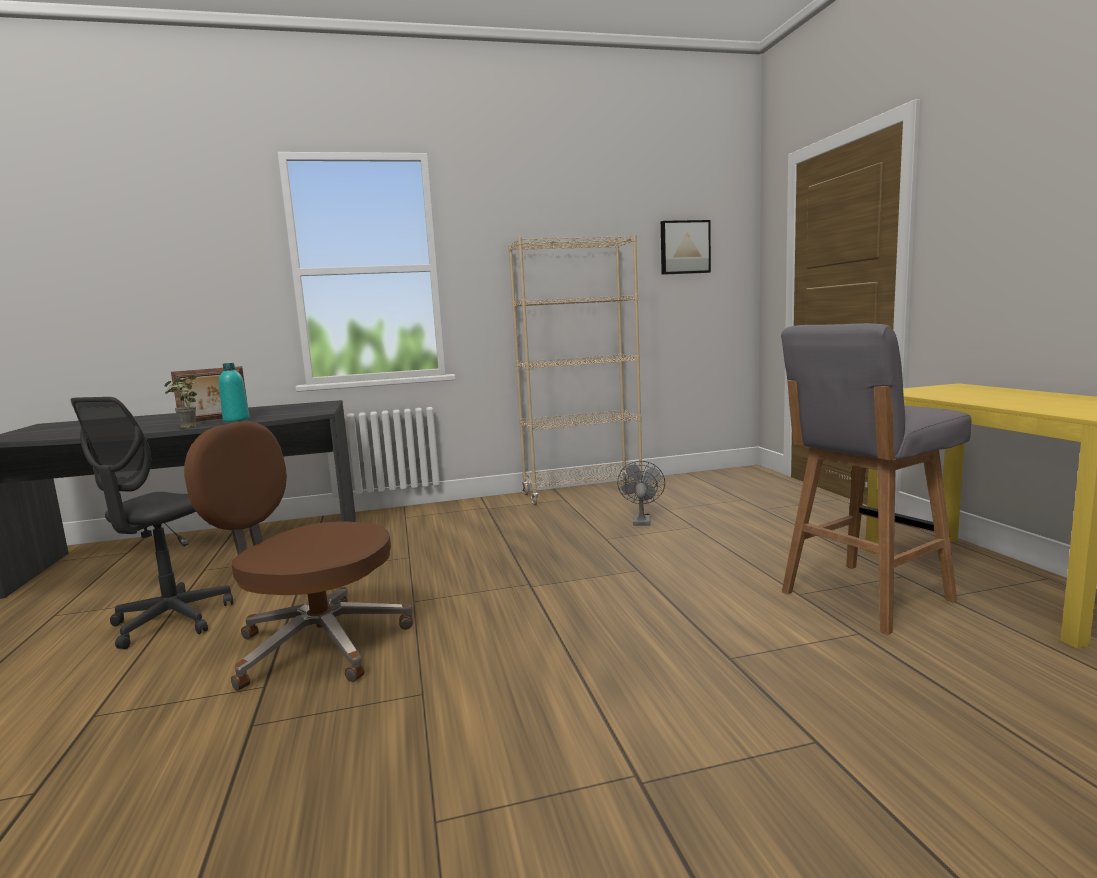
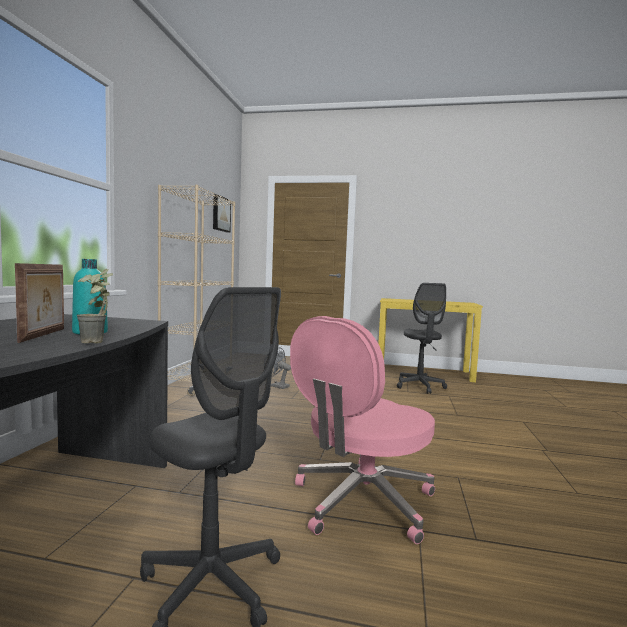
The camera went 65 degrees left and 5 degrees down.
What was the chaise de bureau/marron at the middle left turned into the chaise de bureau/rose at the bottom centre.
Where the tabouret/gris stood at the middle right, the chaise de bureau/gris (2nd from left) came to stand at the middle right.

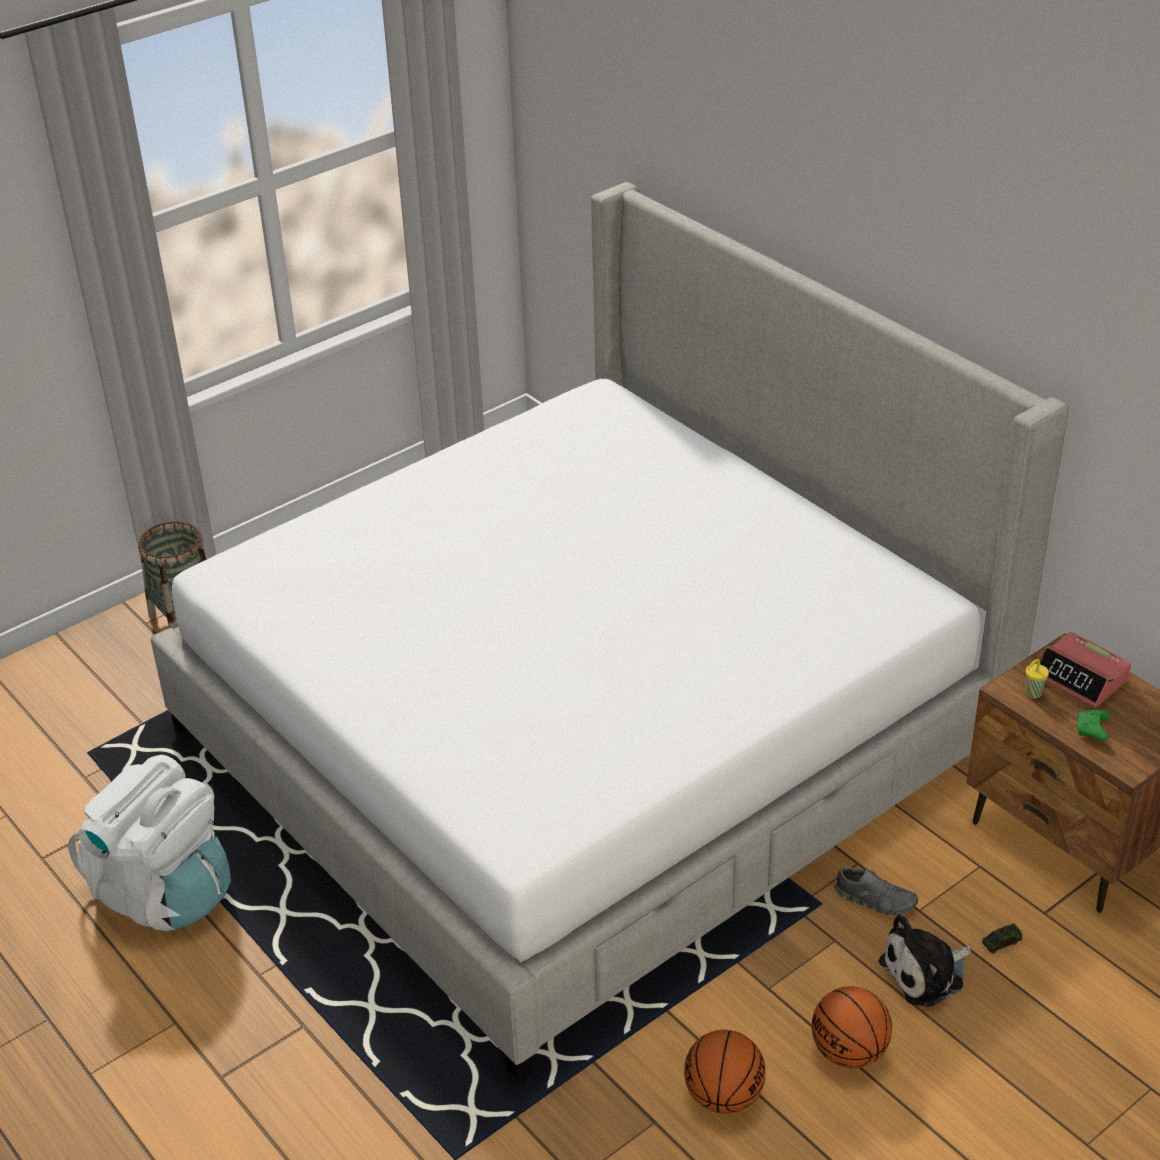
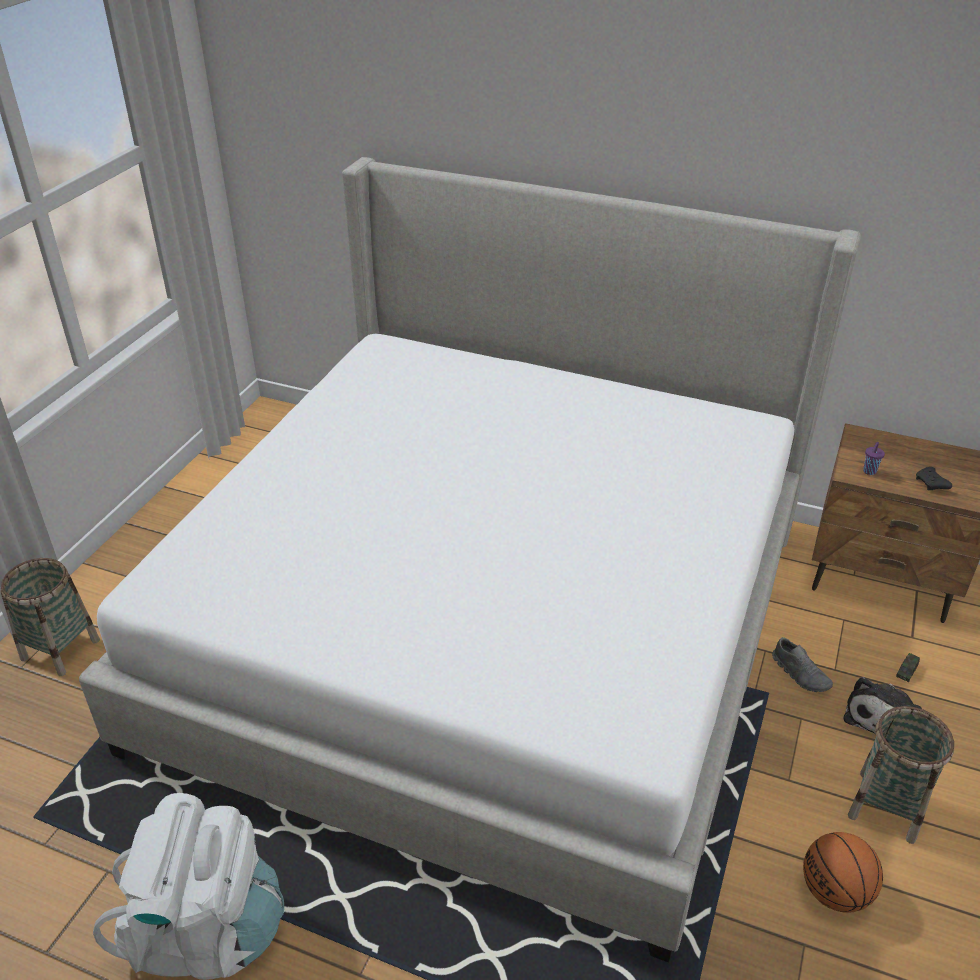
The camera went 30 degrees left and 0 degrees up.
The chaussure/gris at the bottom right ended up facing another way, 60 degrees clockwise from before.
Where the ballon de basket (2nd from left) stood at the bottom right, the panier (2nd from left) came to stand at the bottom right.
What was the tasse/jaune at the middle right turned into the tasse/violet at the middle right.
What was the manette/vert at the middle right turned into the manette/noir at the middle right.
The second view lost the réveil at the middle right.

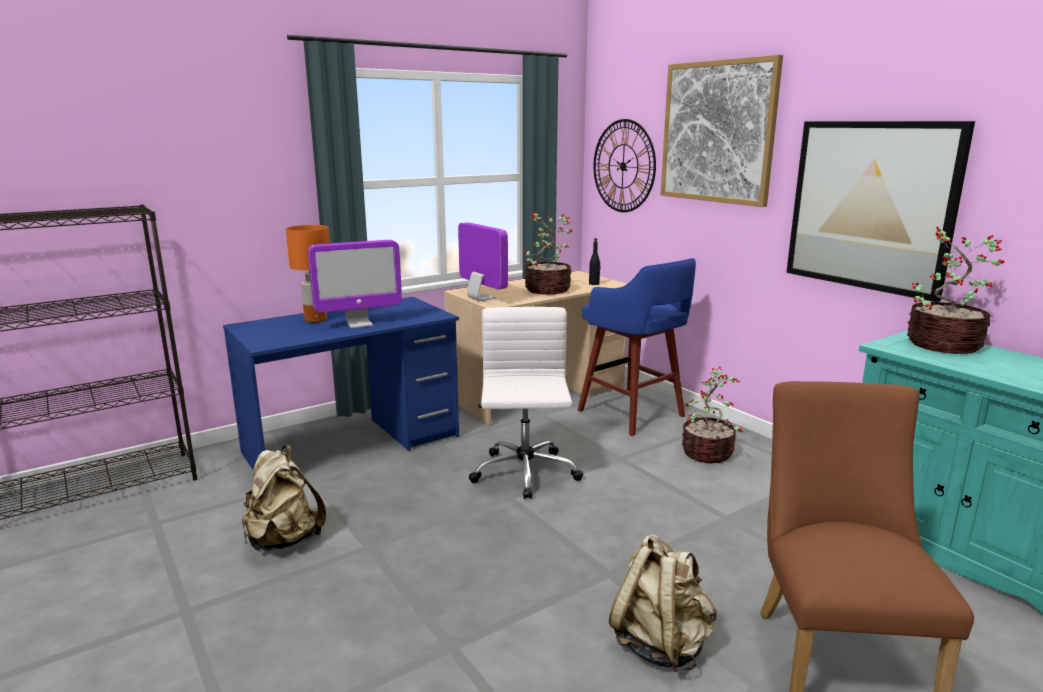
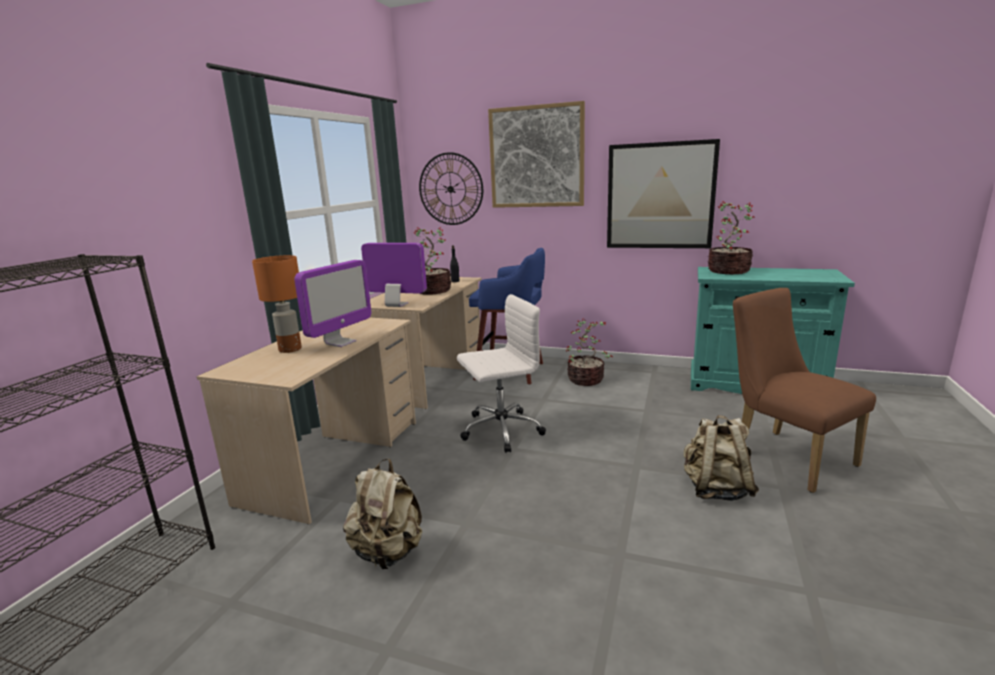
The camera went 35 degrees left and 0 degrees up.
What was the bureau/bleu at the middle left turned into the bureau/beige (1st from left) at the middle left.
The chaise de bureau/blanc at the centre ended up facing another way, 105 degrees clockwise from before.

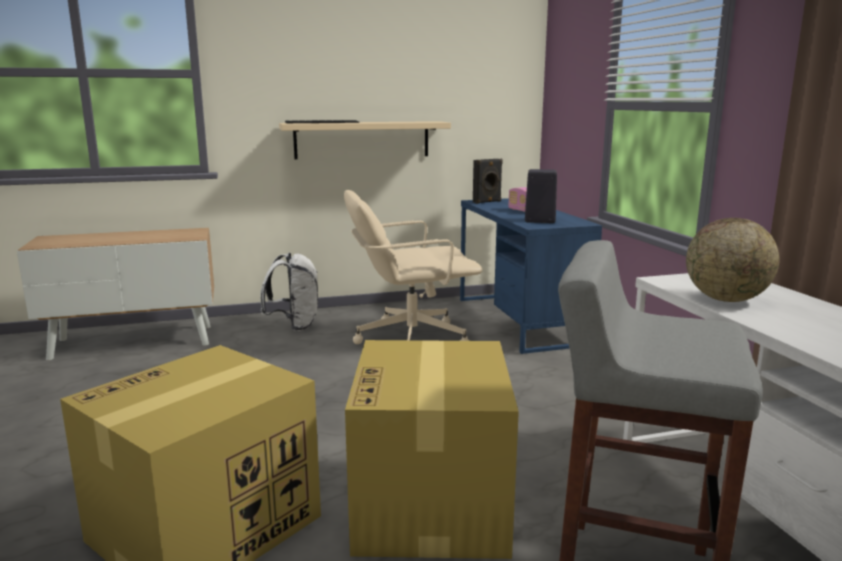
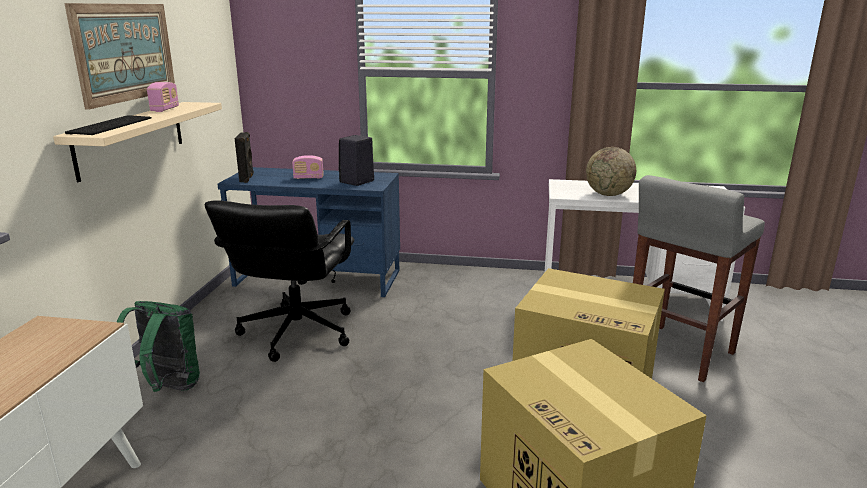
The camera went 65 degrees left and 5 degrees up.
The second view gained the tableau at the top left.
What was the sac à dos/blanc at the centre turned into the sac à dos/vert at the bottom left.
The second view gained the radio (1st from left) at the top left.
What was the chaise de bureau/beige at the centre turned into the chaise de bureau/noir at the middle left.

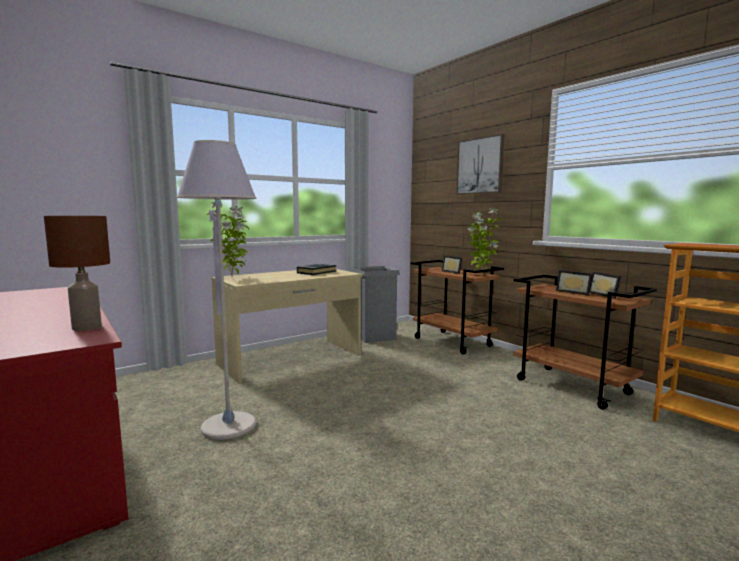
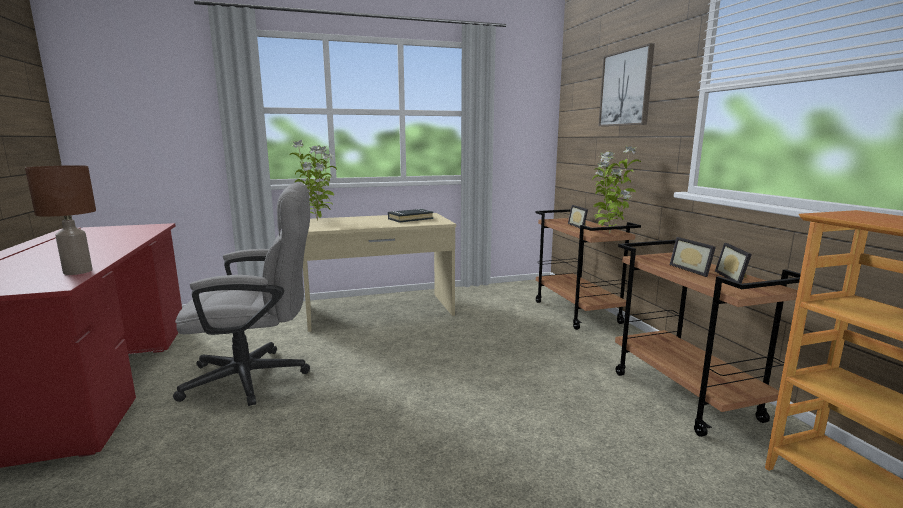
The camera went 20 degrees right and 5 degrees up.
Where the lampadaire/gris stood at the middle left, the chaise de bureau/gris came to stand at the middle left.
The second view lost the poubelle/gris at the centre.

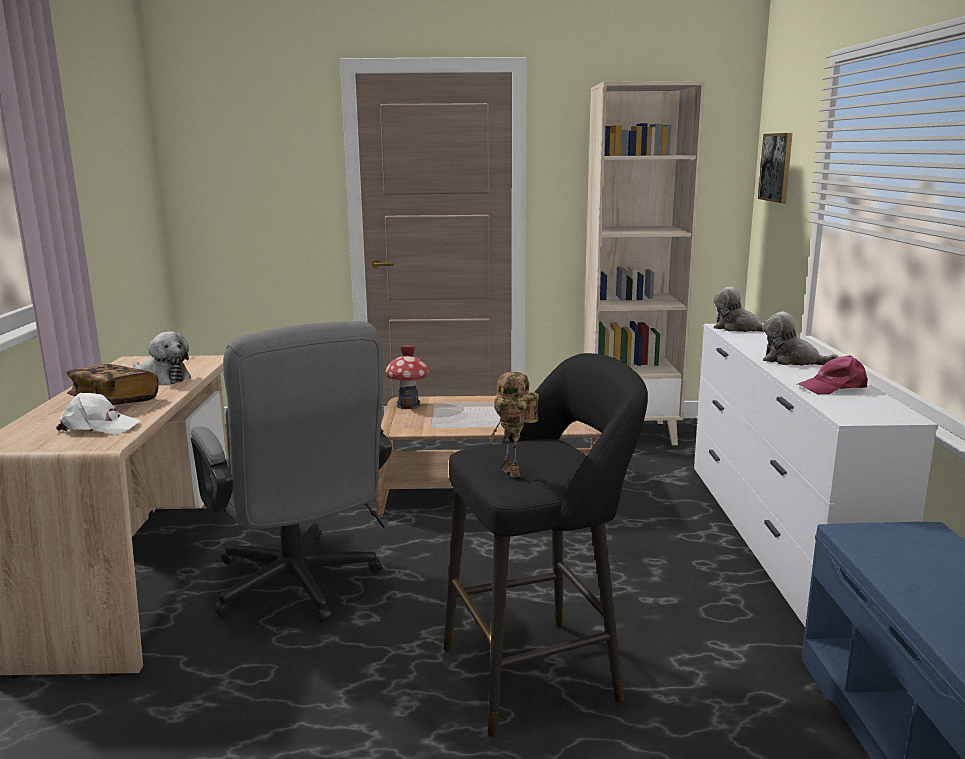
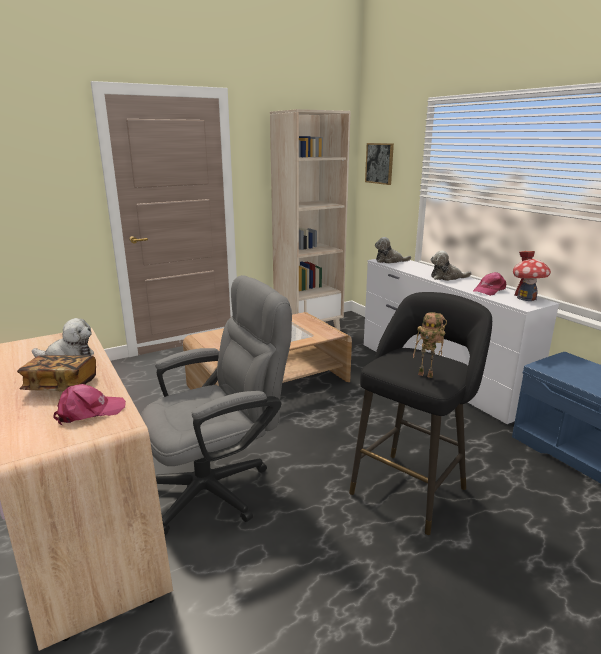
The camera went 30 degrees left and 5 degrees up.
What was the casquette/blanc at the middle left turned into the casquette/rose (1st from left) at the middle left.
The chaise de bureau/gris at the middle left ended up facing another way, 60 degrees counterclockwise from before.
The maison miniature ended up elsewhere, having gone from the centre to the middle right.

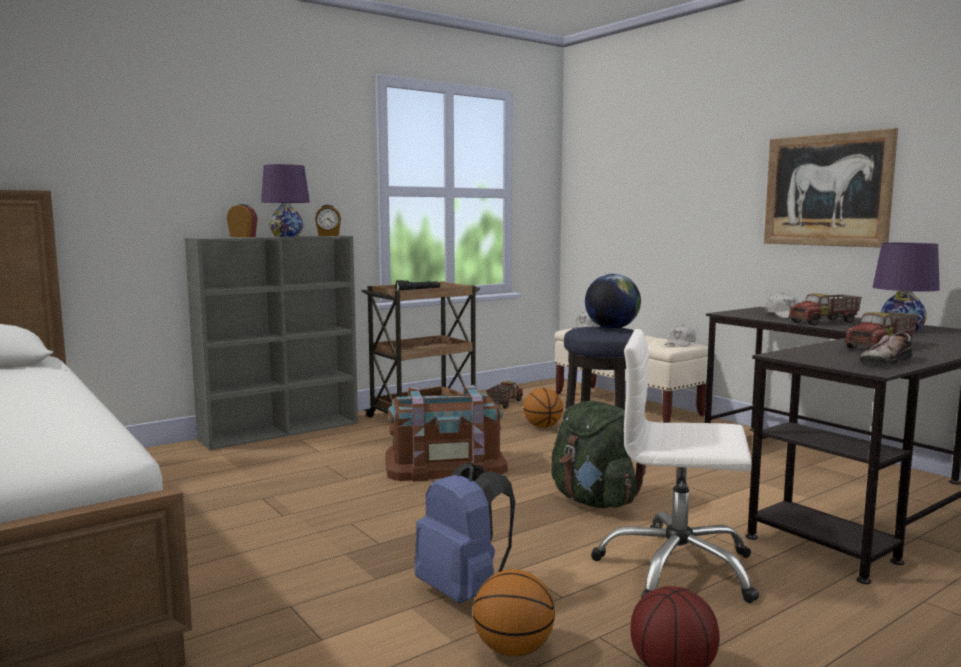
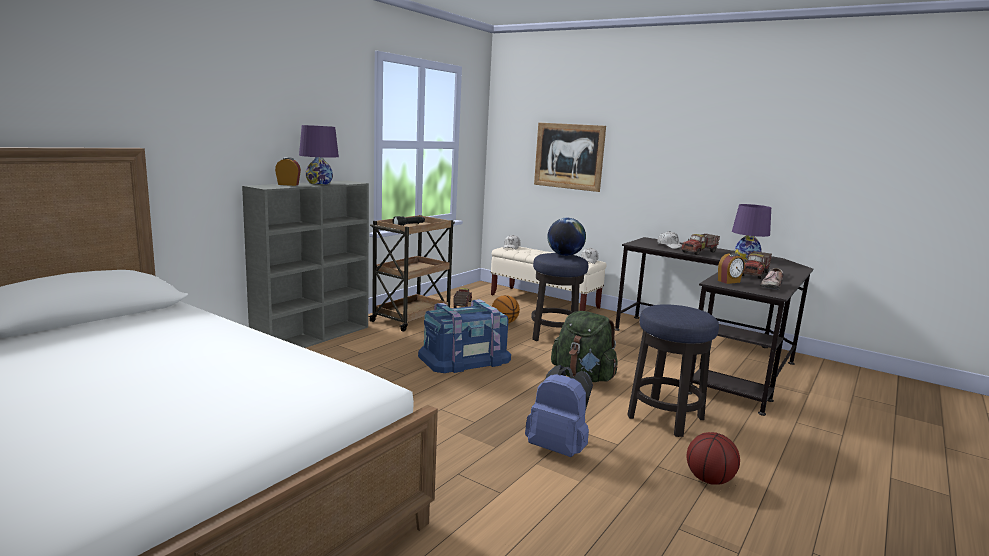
The camera went 20 degrees left and 5 degrees up.
What was the boîte de rangement/marron at the centre turned into the boîte de rangement/bleu at the centre.
The tableau ended up elsewhere, having gone from the top right to the top centre.
Where the chaise de bureau/blanc stood at the bottom right, the tabouret (2nd from left) came to stand at the middle right.
The réveil (2nd from left) ended up elsewhere, having gone from the top centre to the middle right.
The second view lost the ballon de basket (1st from left) at the bottom centre.

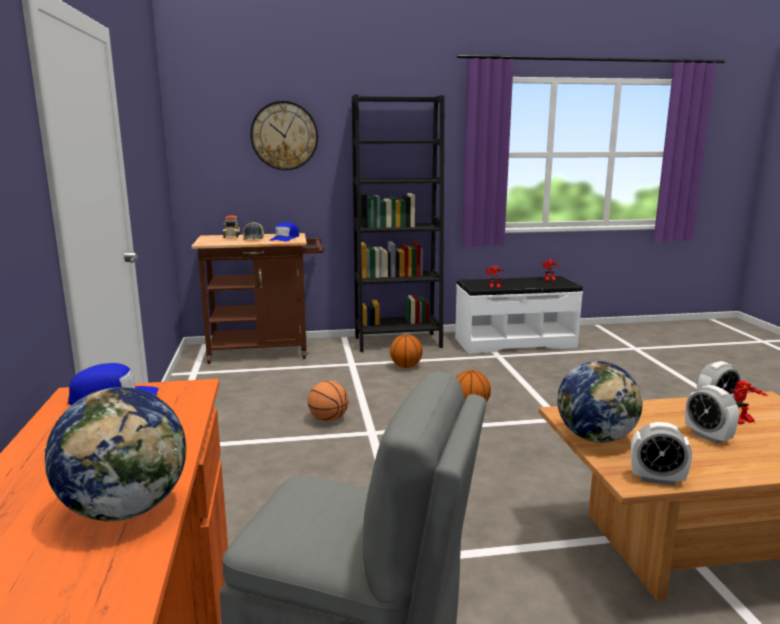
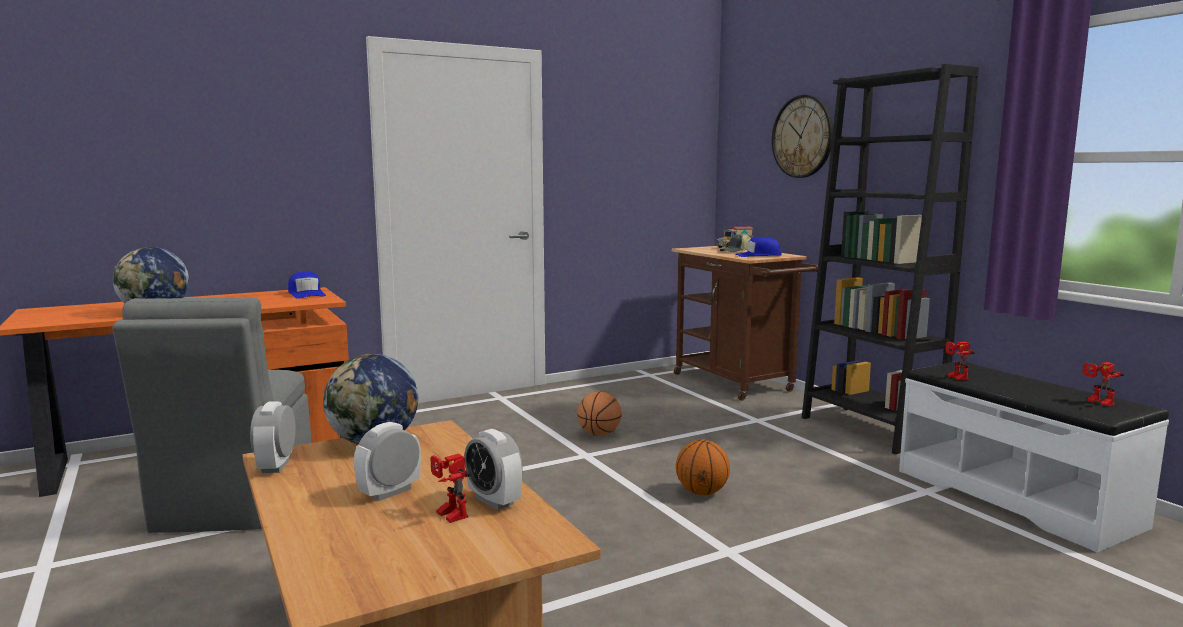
The camera went 70 degrees right and 5 degrees down.
The second view lost the ballon de basket (2nd from left) at the centre.

